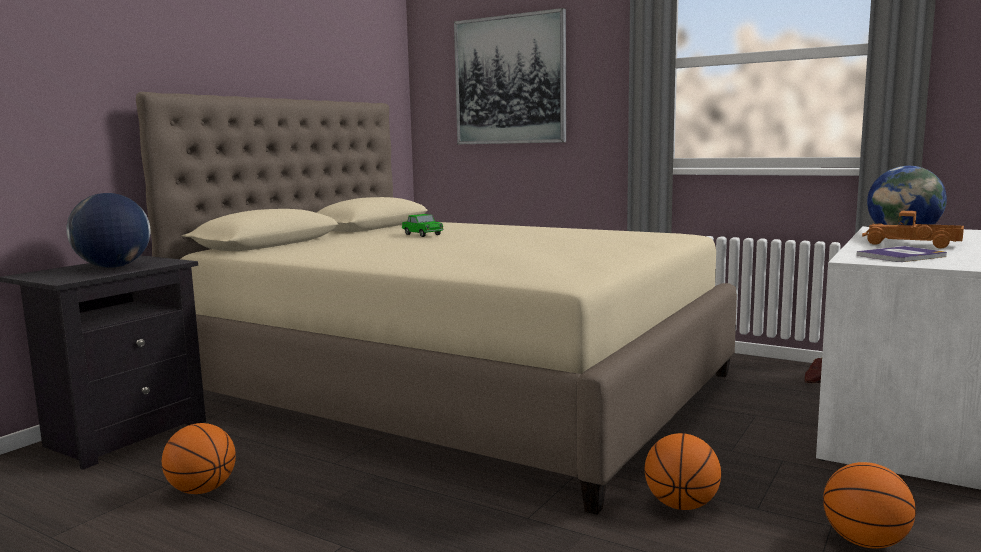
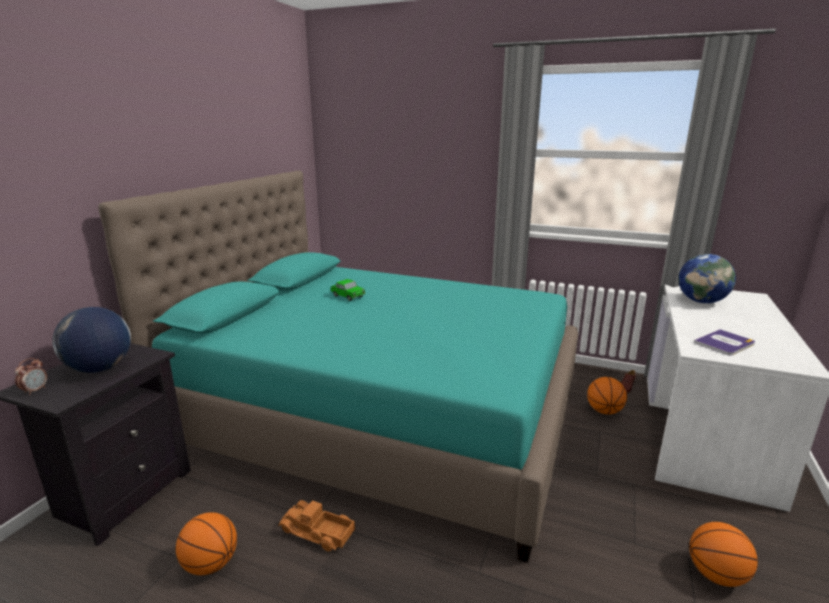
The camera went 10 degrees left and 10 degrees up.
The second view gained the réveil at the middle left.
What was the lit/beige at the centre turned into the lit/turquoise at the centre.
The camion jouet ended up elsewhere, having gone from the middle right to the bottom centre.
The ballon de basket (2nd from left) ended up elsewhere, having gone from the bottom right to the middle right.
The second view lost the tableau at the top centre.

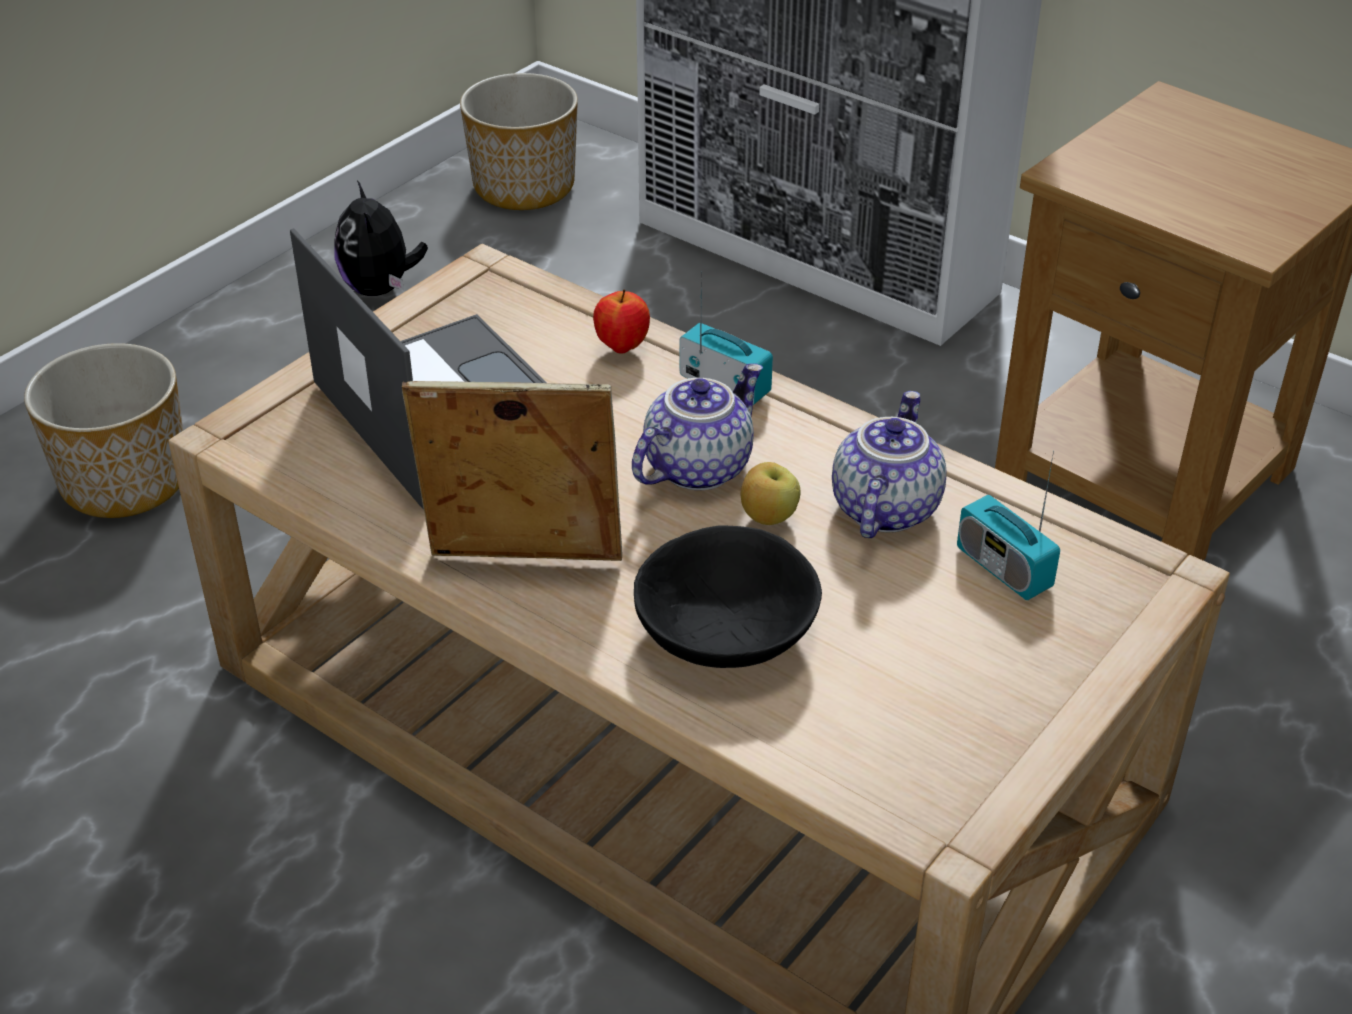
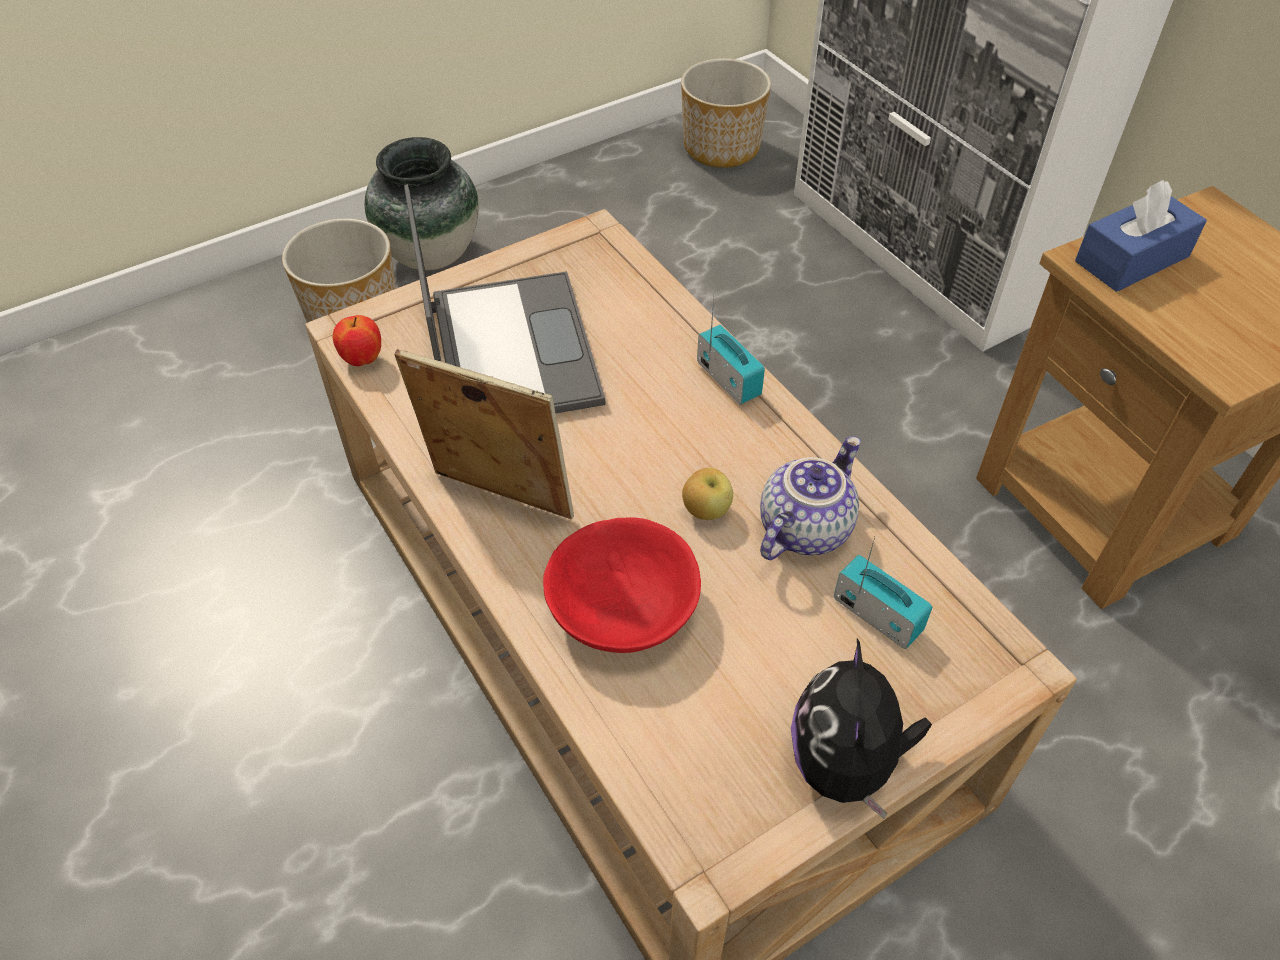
The camera went 20 degrees right and 10 degrees up.
The pomme (1st from left) ended up elsewhere, having gone from the top centre to the middle left.
The second view gained the vase at the top left.
What was the bol/noir at the centre turned into the bol/rouge at the centre.
The peluche ended up elsewhere, having gone from the top left to the bottom right.
The radio (2nd from left) at the middle right ended up facing another way, 150 degrees clockwise from before.
The second view gained the boîte à mouchoirs/bleu at the top right.
The second view lost the théière (1st from left) at the centre.

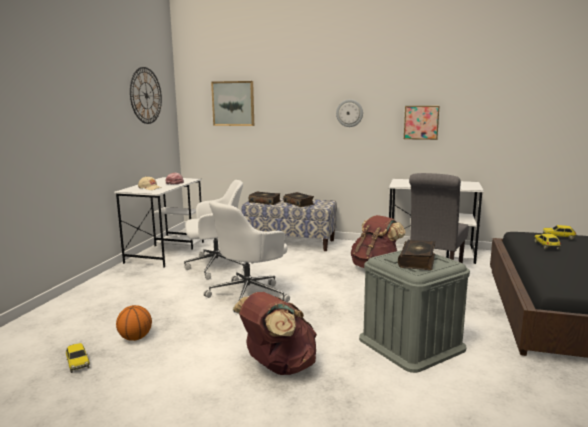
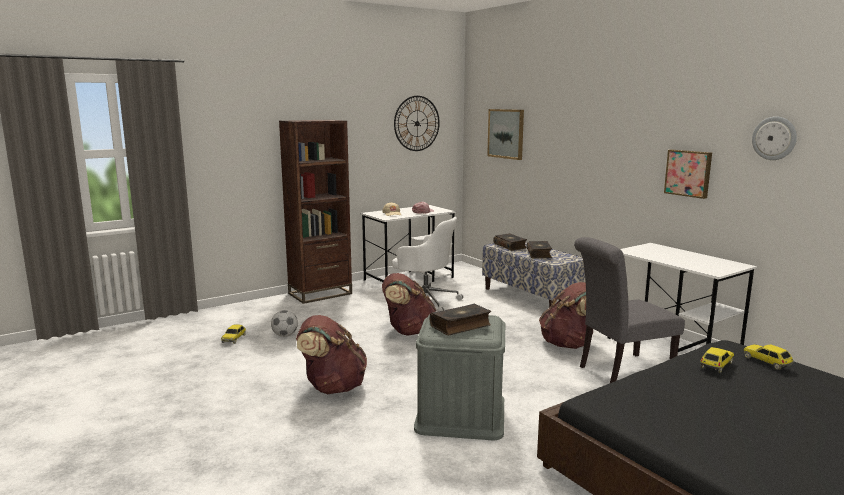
The camera went 40 degrees right and 0 degrees up.
Where the ballon de basket stood at the bottom left, the ballon de foot came to stand at the centre.
The second view gained the bibliothèque/marron at the centre.
Where the chaise de bureau/blanc (2nd from left) stood at the centre, the sac à dos/marron (2nd from left) came to stand at the centre.
The horloge murale (2nd from left) ended up elsewhere, having gone from the top centre to the top right.

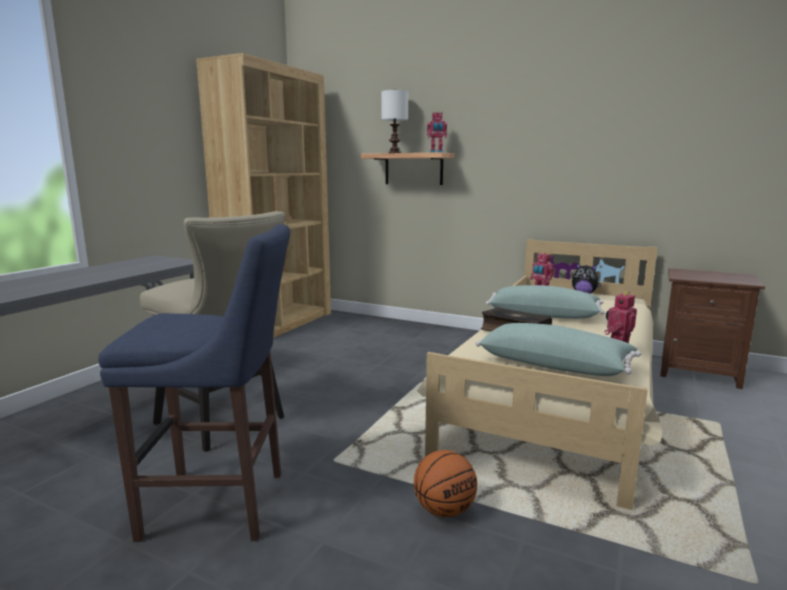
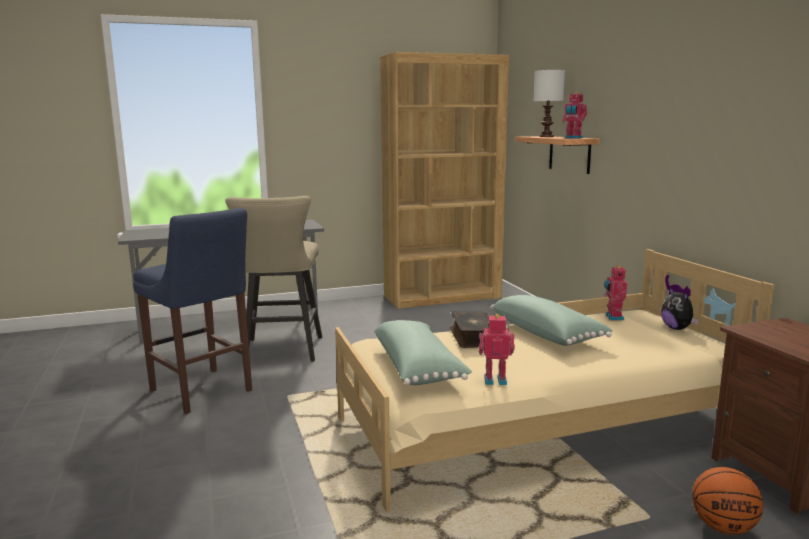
The camera went 45 degrees right and 0 degrees up.
The ballon de basket ended up elsewhere, having gone from the bottom centre to the bottom right.

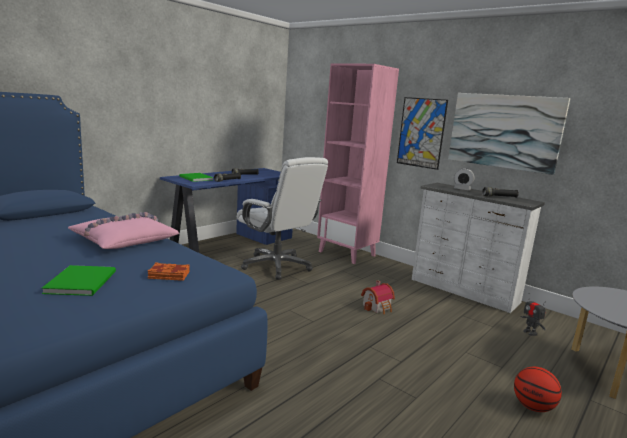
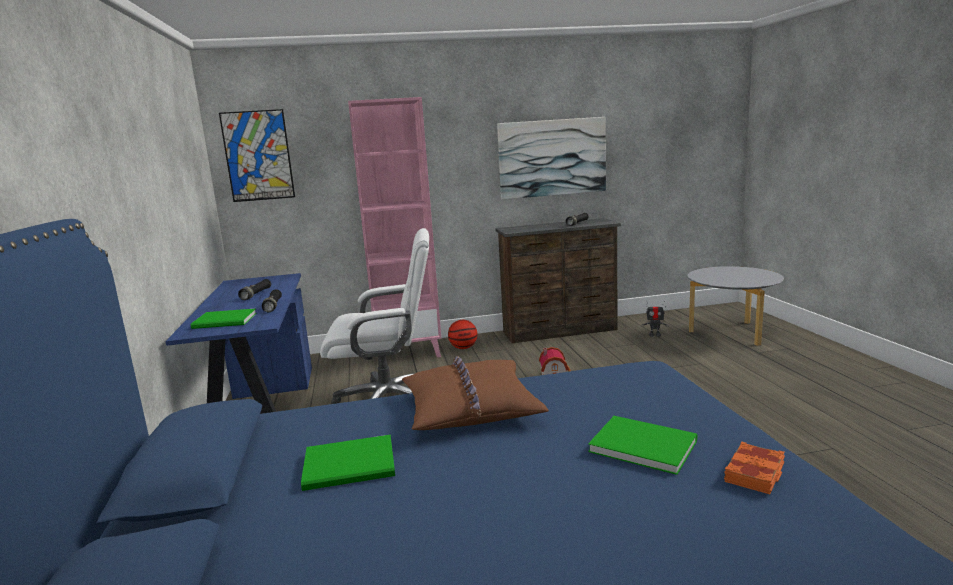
The camera went 50 degrees left and 0 degrees up.
The tableau (1st from left) ended up elsewhere, having gone from the top right to the top left.
The second view gained the livre/vert (2nd from left) at the bottom centre.
What was the coussin/rose at the middle left turned into the coussin/marron at the bottom centre.
The ballon de basket ended up elsewhere, having gone from the bottom right to the centre.
What was the commode/blanc at the middle right turned into the commode/marron at the centre.
The livre/orange ended up elsewhere, having gone from the middle left to the bottom right.
The second view lost the réveil at the middle right.

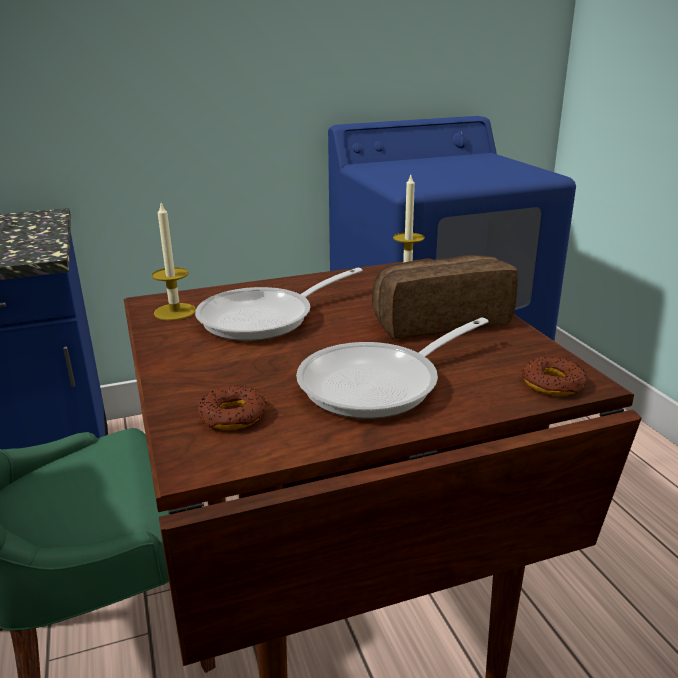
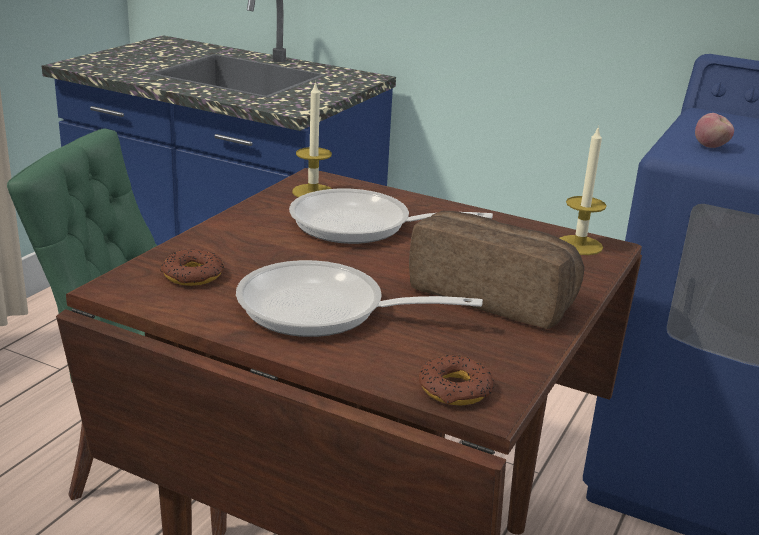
The camera went 45 degrees right and 0 degrees up.
The second view gained the pomme at the top right.

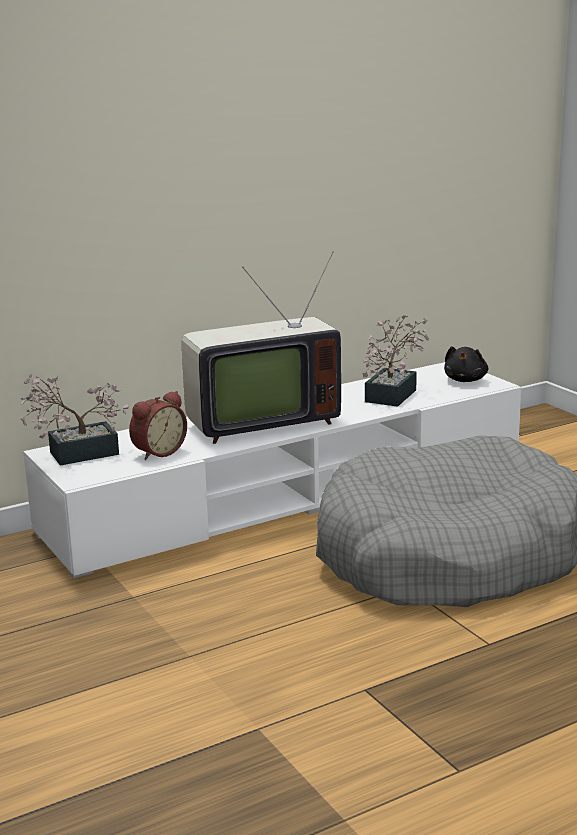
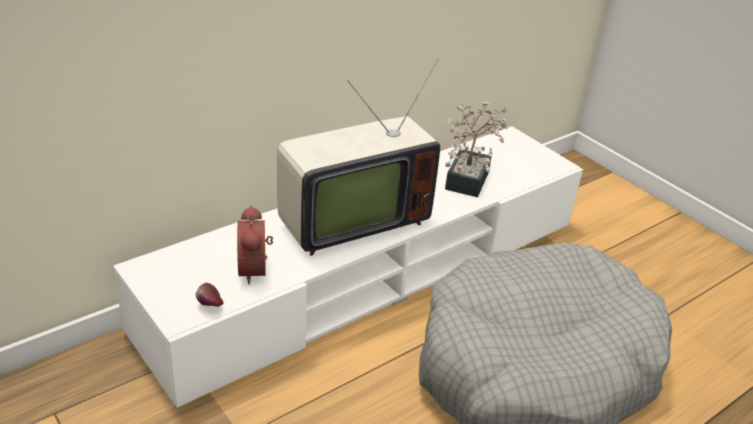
The camera went 10 degrees left and 15 degrees up.
The second view gained the pomme at the bottom left.
The réveil at the middle left ended up facing another way, 135 degrees clockwise from before.
The second view lost the plante en pot (1st from left) at the middle left.
The second view lost the peluche/noir at the middle right.

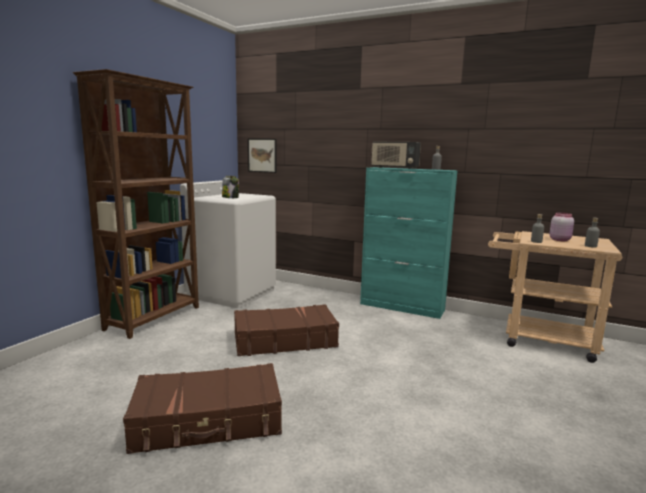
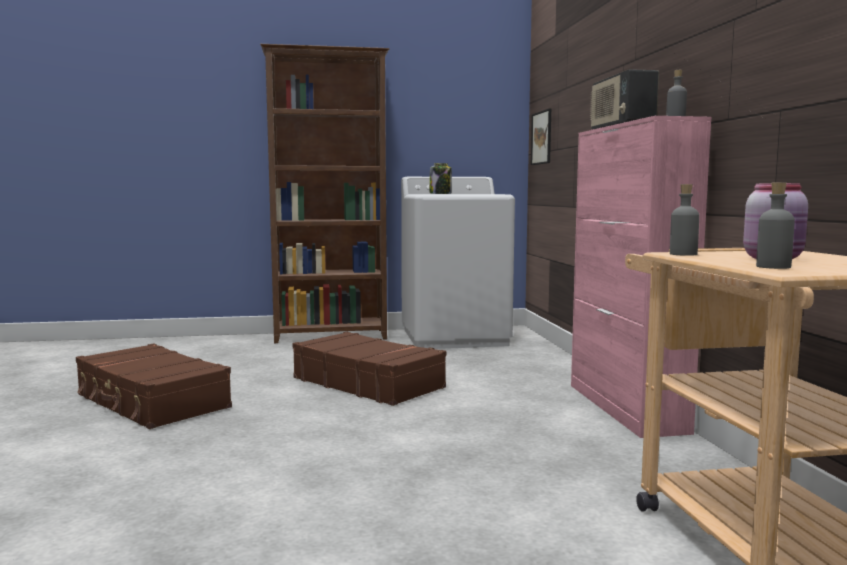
The camera went 55 degrees right and 5 degrees down.
What was the meuble de rangement/turquoise at the centre turned into the meuble de rangement/rose at the middle right.

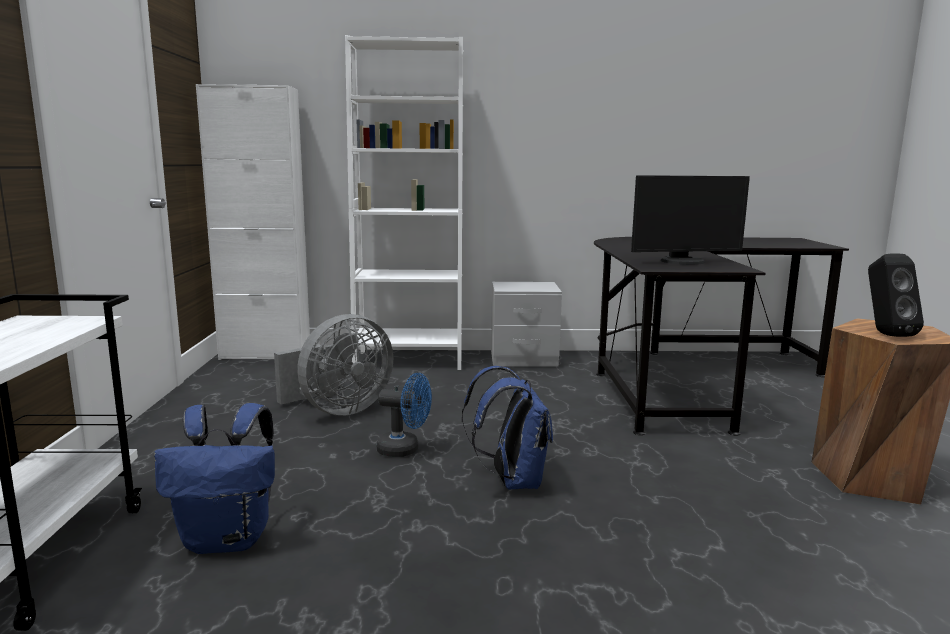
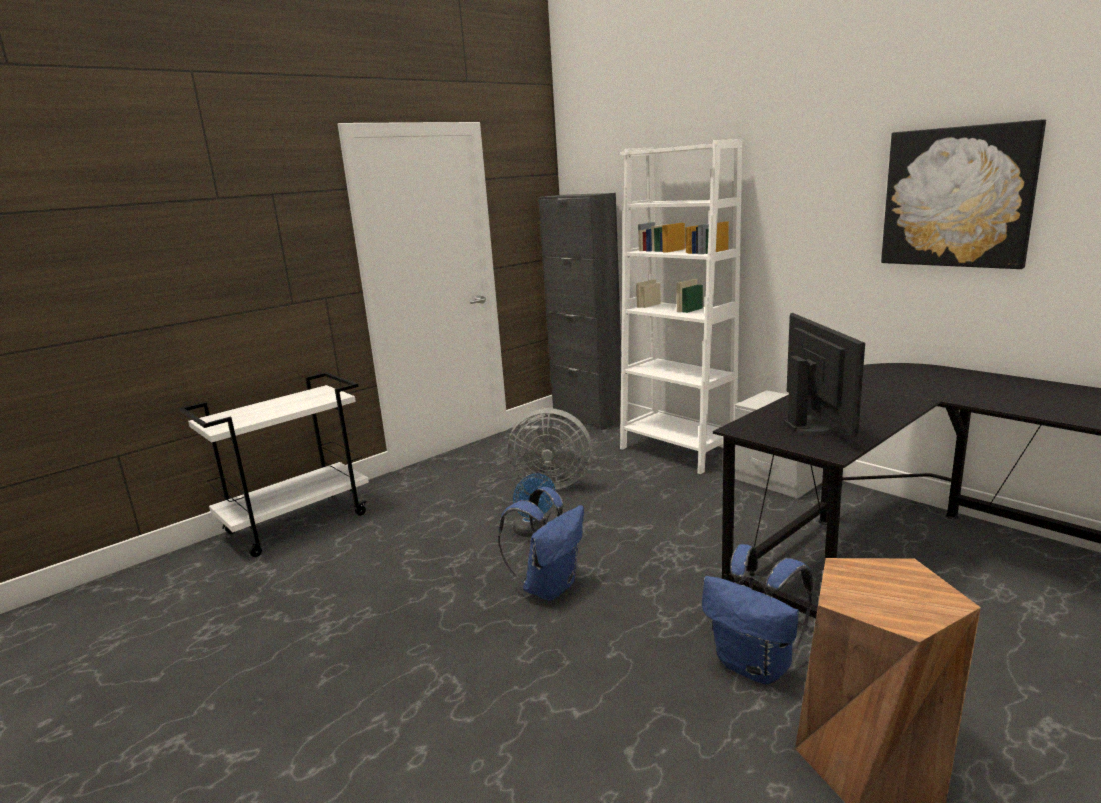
The camera went 50 degrees right and 5 degrees up.
What was the meuble de rangement/blanc at the middle left turned into the meuble de rangement/noir at the centre.
The sac à dos/bleu (1st from left in the first image) ended up elsewhere, having gone from the bottom left to the bottom right.
The écran d'ordinateur at the middle right ended up facing another way, 135 degrees counterclockwise from before.
The second view gained the tableau at the top right.
The second view lost the enceinte/noir at the middle right.

